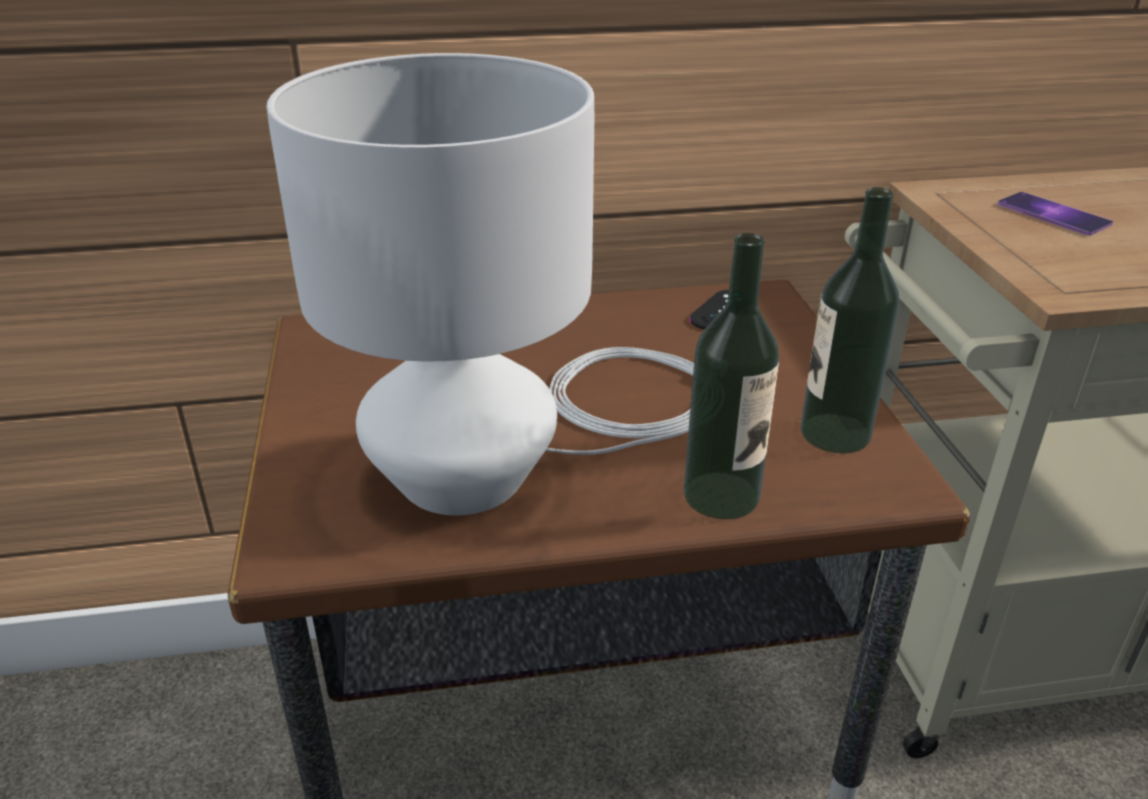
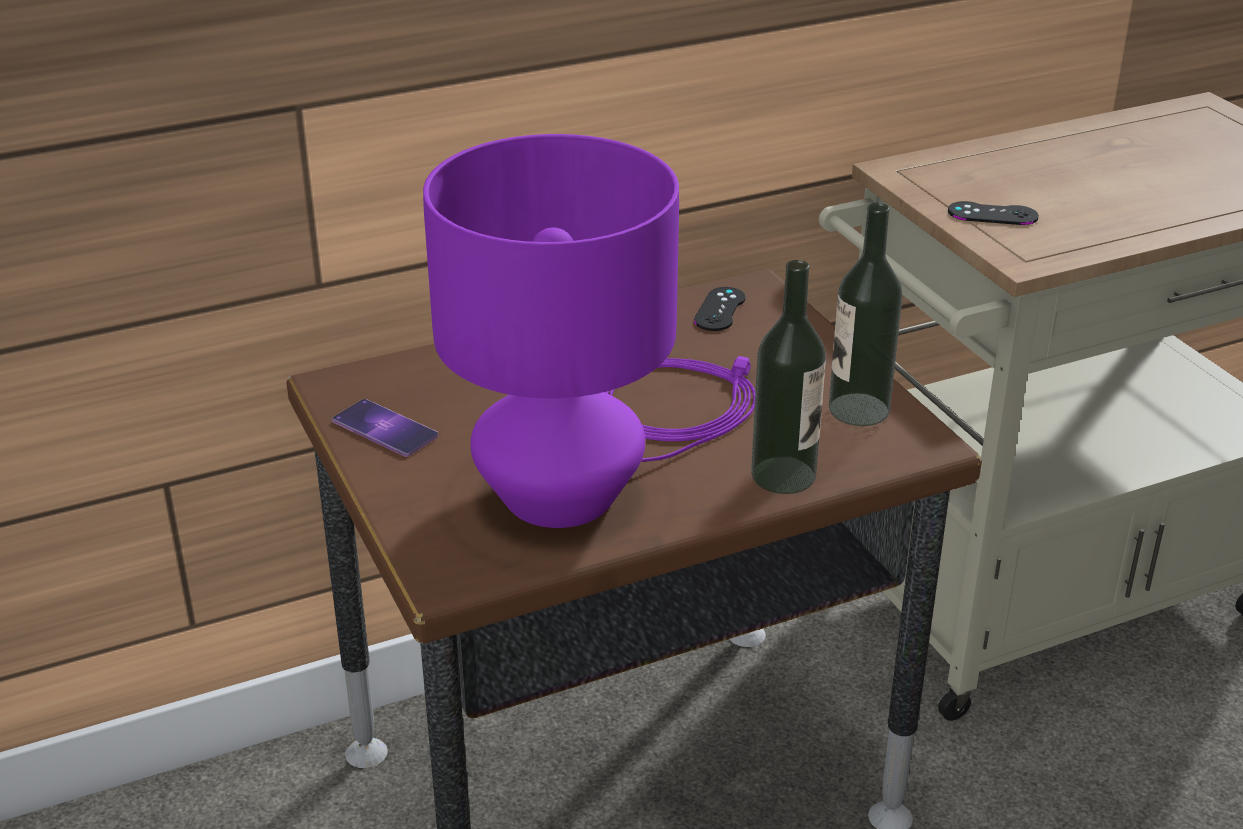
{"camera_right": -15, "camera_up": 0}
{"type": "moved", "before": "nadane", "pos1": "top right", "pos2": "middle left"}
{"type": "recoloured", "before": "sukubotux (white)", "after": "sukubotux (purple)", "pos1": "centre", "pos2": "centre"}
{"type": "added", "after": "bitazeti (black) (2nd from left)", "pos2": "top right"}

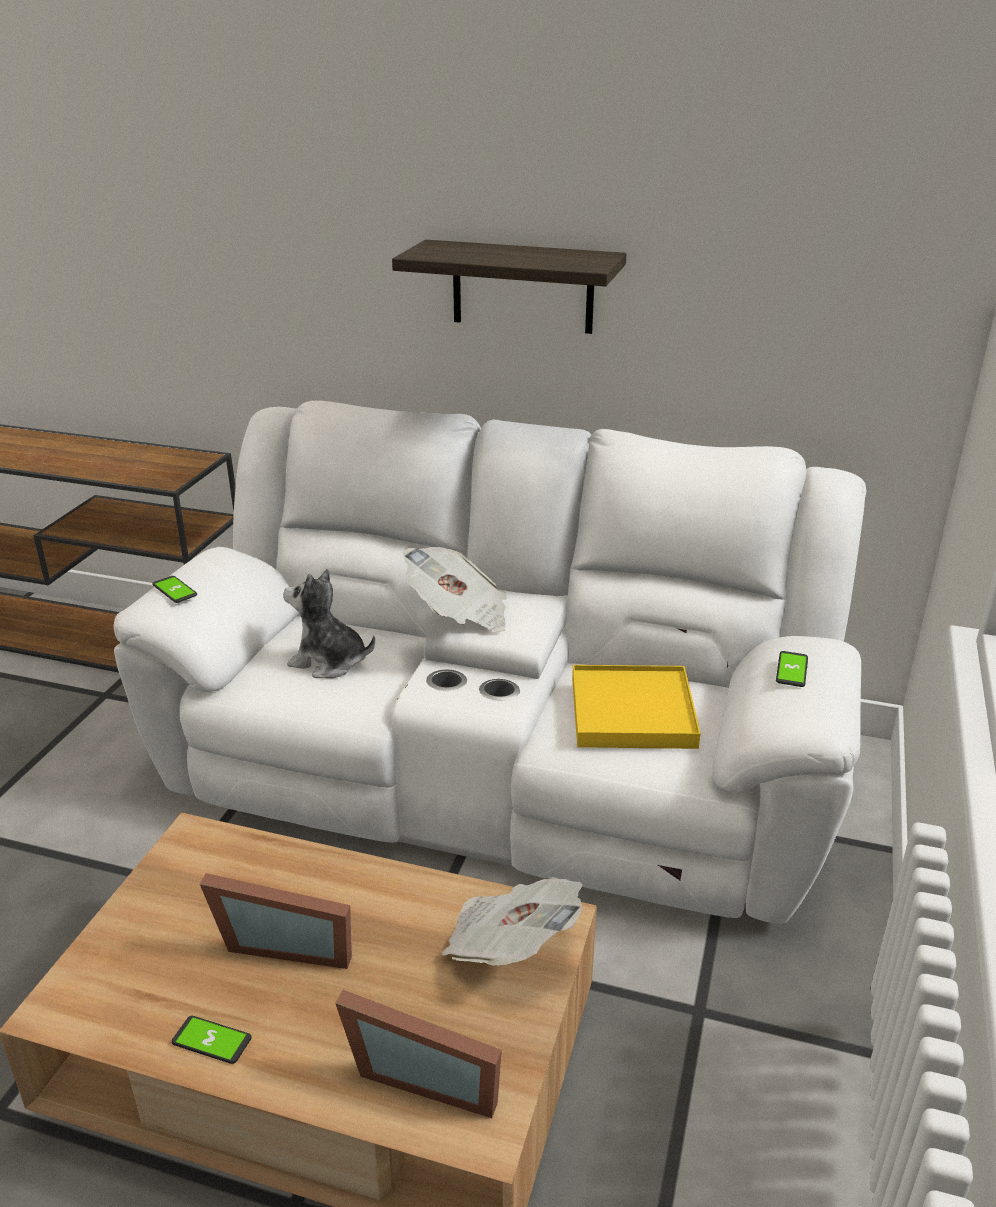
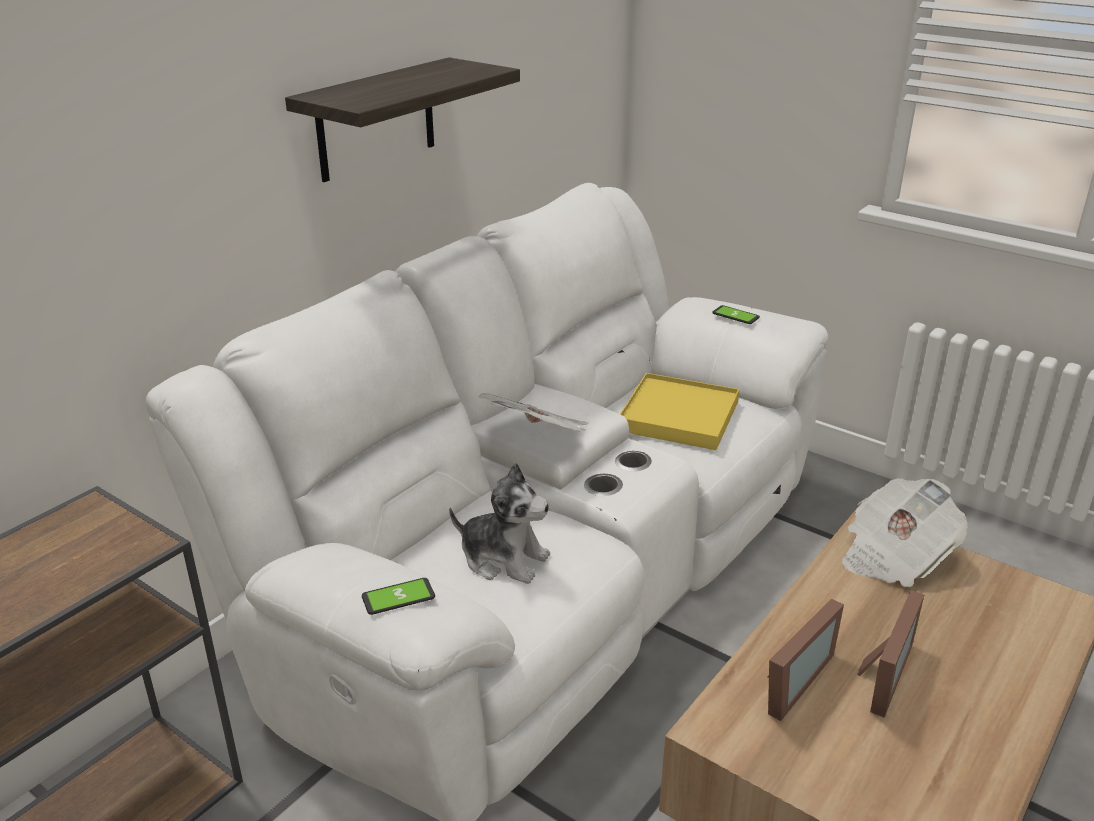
{"camera_right": -70, "camera_up": 0}
{"type": "turned", "before": "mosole", "pos1": "middle left", "pos2": "centre", "turn": -105}
{"type": "moved", "before": "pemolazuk (2nd from left in the first image)", "after": "pemolazuk (1st from left)", "pos1": "bottom centre", "pos2": "bottom right"}
{"type": "removed", "before": "nadane (2nd from left)", "pos1": "bottom left"}

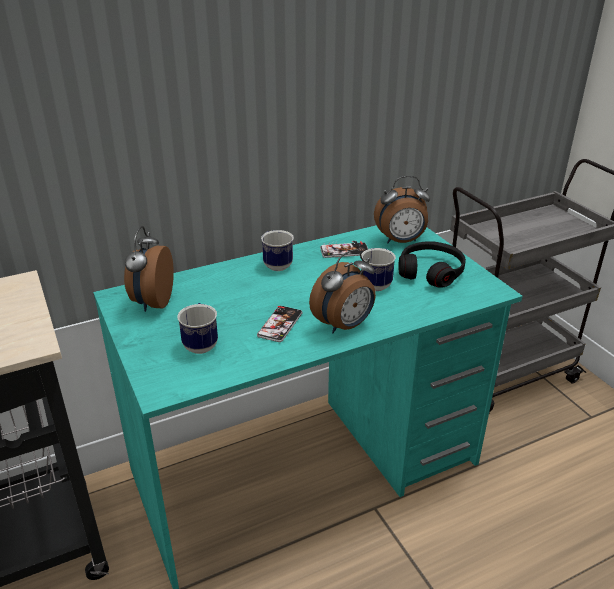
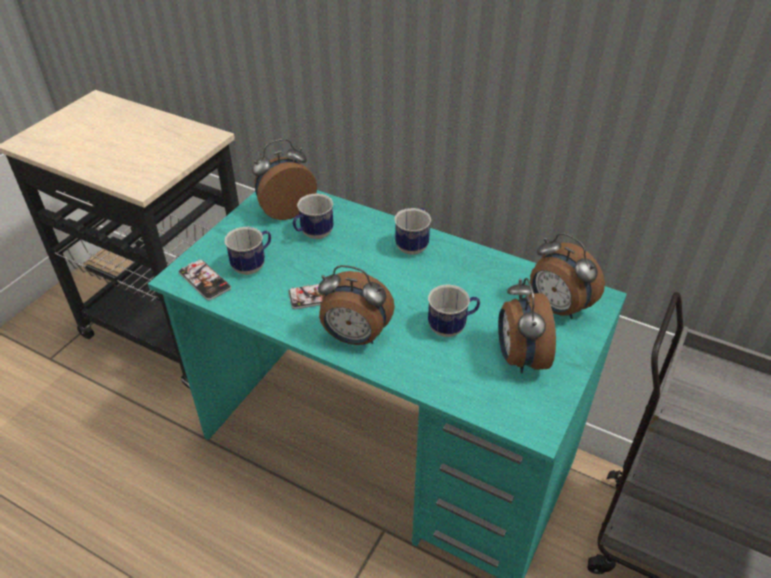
{"camera_right": 55, "camera_up": 10}
{"type": "moved", "before": "nadane (2nd from left in the first image)", "after": "nadane (1st from left)", "pos1": "centre", "pos2": "middle left"}
{"type": "added", "after": "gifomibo (2nd from left)", "pos2": "centre"}
{"type": "replaced", "before": "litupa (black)", "after": "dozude (3rd from left)", "pos1": "middle right", "pos2": "middle right"}

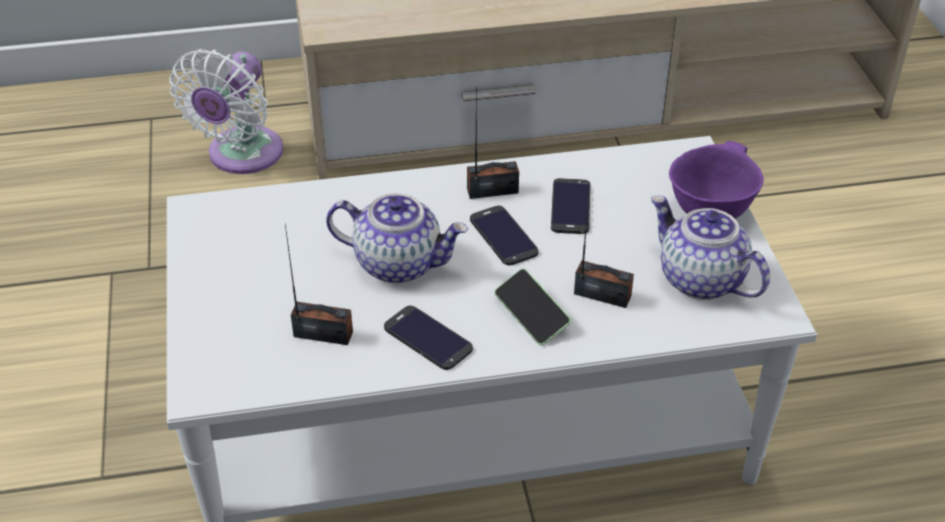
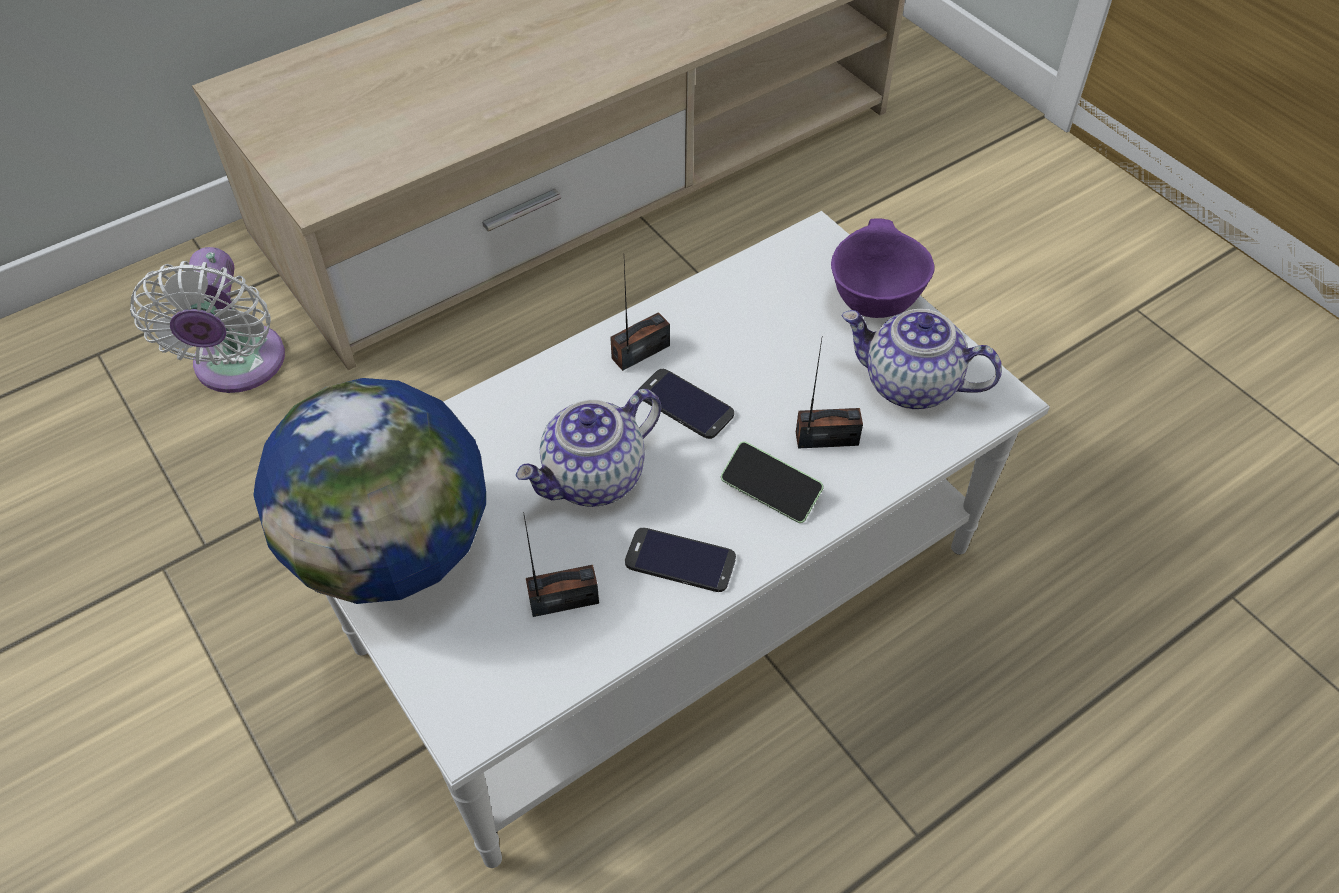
{"camera_right": -25, "camera_up": 10}
{"type": "added", "after": "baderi", "pos2": "middle left"}
{"type": "turned", "before": "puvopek (1st from left)", "pos1": "centre", "pos2": "centre", "turn": 150}
{"type": "removed", "before": "nadane (4th from left)", "pos1": "centre"}

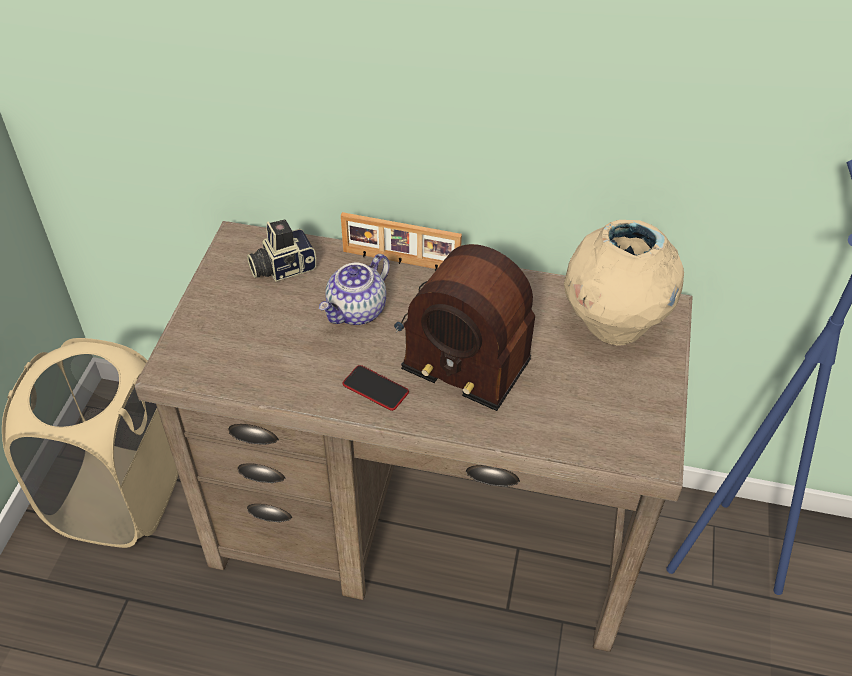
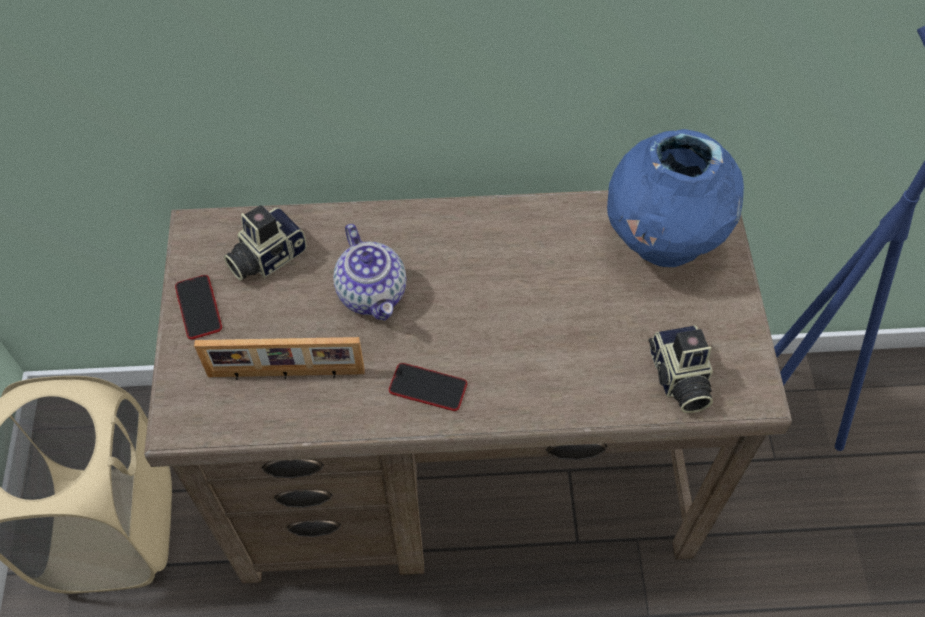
{"camera_right": -15, "camera_up": 10}
{"type": "added", "after": "nadane (1st from left)", "pos2": "middle left"}
{"type": "moved", "before": "pemolazuk", "pos1": "centre", "pos2": "middle left"}
{"type": "turned", "before": "puvopek", "pos1": "centre", "pos2": "centre", "turn": -45}
{"type": "recoloured", "before": "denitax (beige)", "after": "denitax (blue)", "pos1": "middle right", "pos2": "top right"}
{"type": "added", "after": "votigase (2nd from left)", "pos2": "middle right"}
{"type": "removed", "before": "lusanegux", "pos1": "centre"}

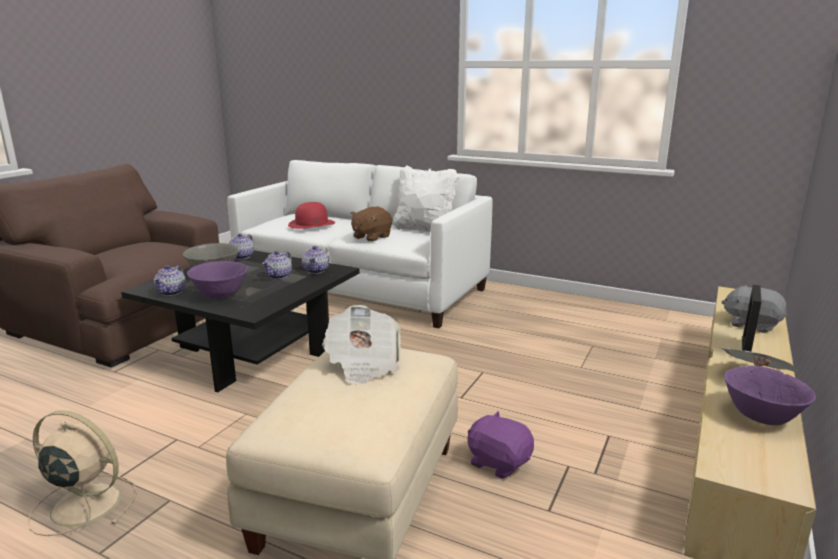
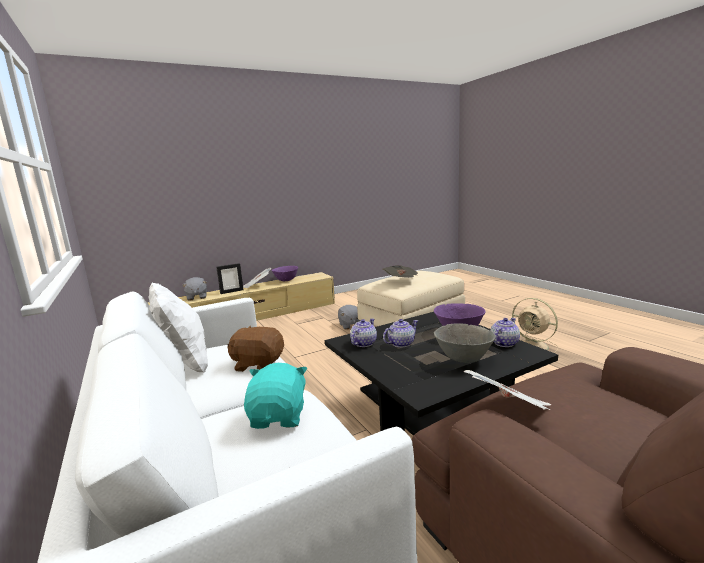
{"camera_right": -145, "camera_up": -5}
{"type": "turned", "before": "mosole (brown)", "pos1": "centre", "pos2": "centre", "turn": -150}
{"type": "replaced", "before": "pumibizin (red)", "after": "mosole (turquoise)", "pos1": "centre", "pos2": "bottom centre"}
{"type": "recoloured", "before": "mosole (purple)", "after": "mosole (grey) (2nd from left)", "pos1": "bottom centre", "pos2": "centre"}
{"type": "added", "after": "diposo (3rd from left)", "pos2": "bottom right"}
{"type": "removed", "before": "puvopek (2nd from left)", "pos1": "middle left"}

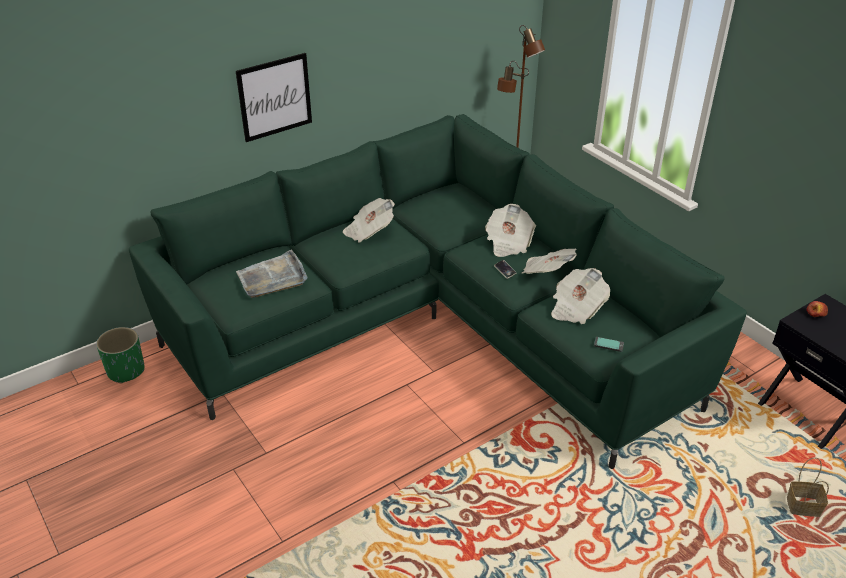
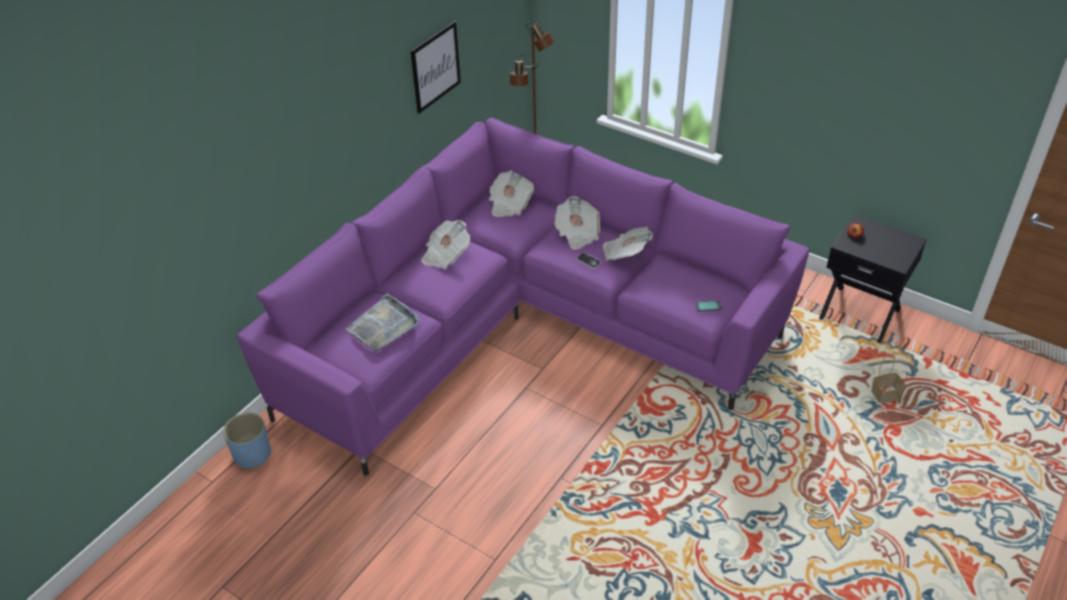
{"camera_right": -20, "camera_up": 5}
{"type": "recoloured", "before": "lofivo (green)", "after": "lofivo (blue)", "pos1": "middle left", "pos2": "bottom left"}
{"type": "recoloured", "before": "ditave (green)", "after": "ditave (purple)", "pos1": "centre", "pos2": "centre"}
{"type": "moved", "before": "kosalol", "pos1": "top left", "pos2": "top centre"}
{"type": "moved", "before": "diposo (4th from left in the first image)", "after": "diposo (2nd from left)", "pos1": "middle right", "pos2": "top centre"}

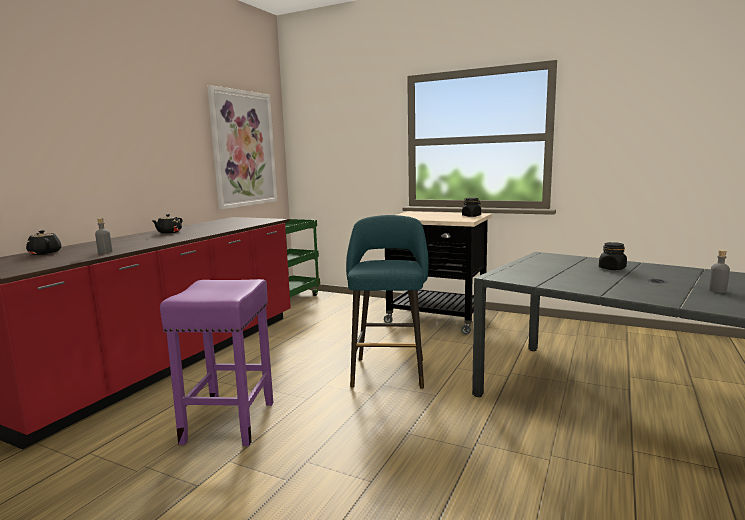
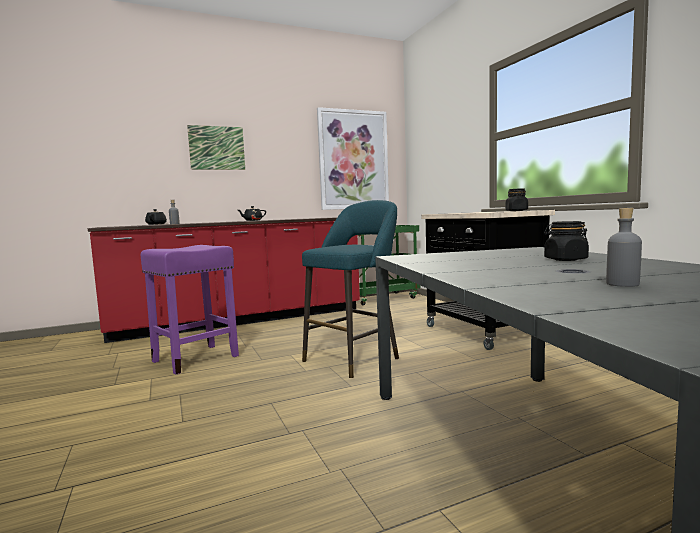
{"camera_right": 40, "camera_up": -5}
{"type": "added", "after": "kosalol (1st from left)", "pos2": "top left"}

